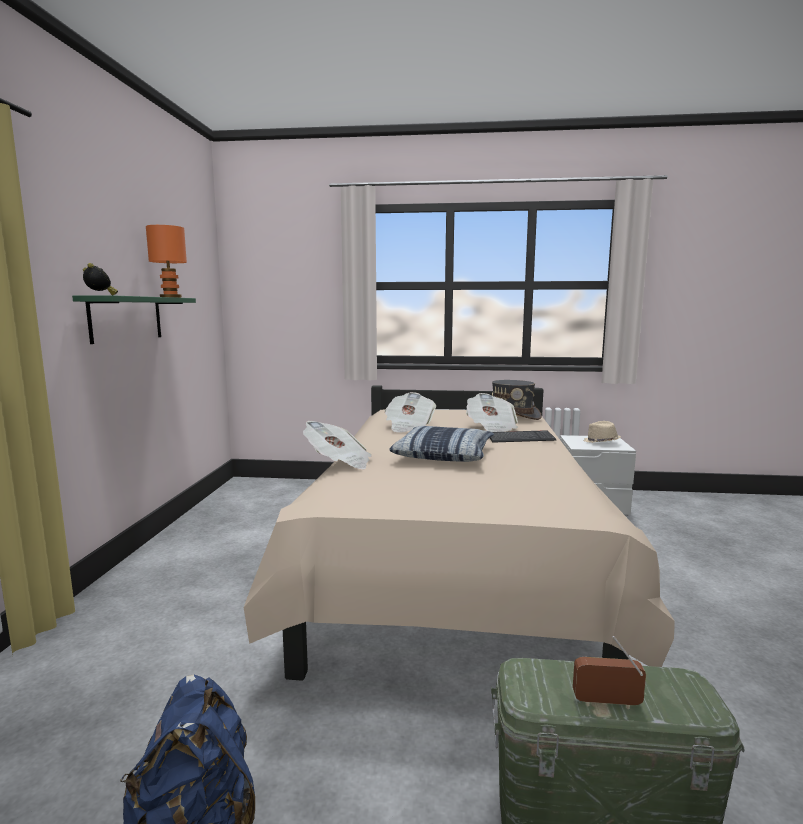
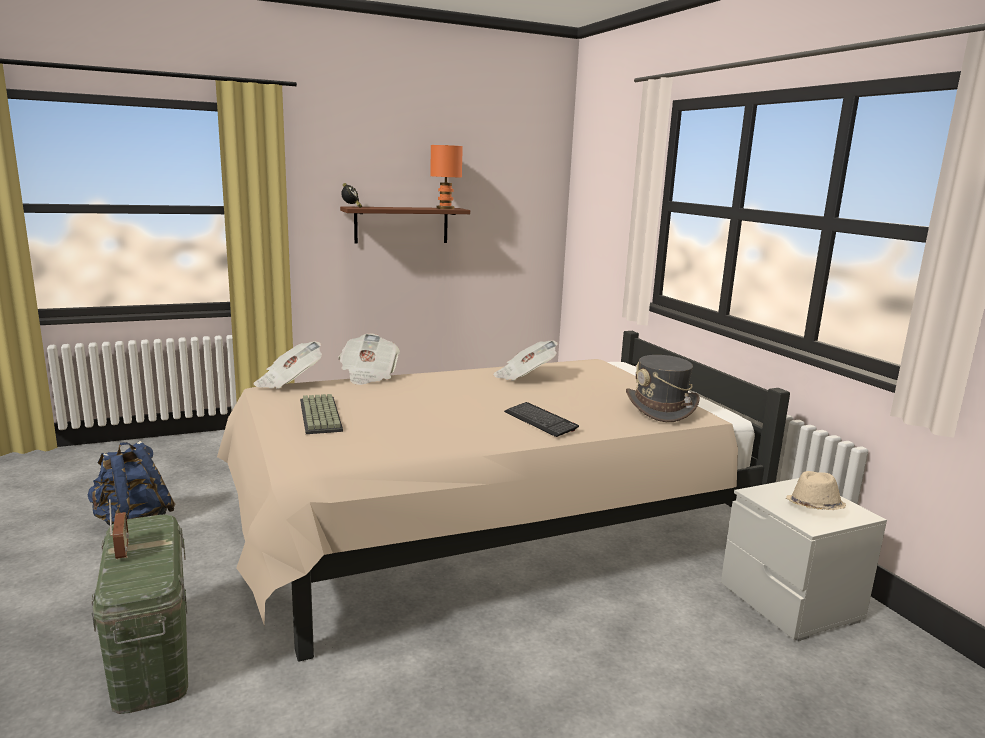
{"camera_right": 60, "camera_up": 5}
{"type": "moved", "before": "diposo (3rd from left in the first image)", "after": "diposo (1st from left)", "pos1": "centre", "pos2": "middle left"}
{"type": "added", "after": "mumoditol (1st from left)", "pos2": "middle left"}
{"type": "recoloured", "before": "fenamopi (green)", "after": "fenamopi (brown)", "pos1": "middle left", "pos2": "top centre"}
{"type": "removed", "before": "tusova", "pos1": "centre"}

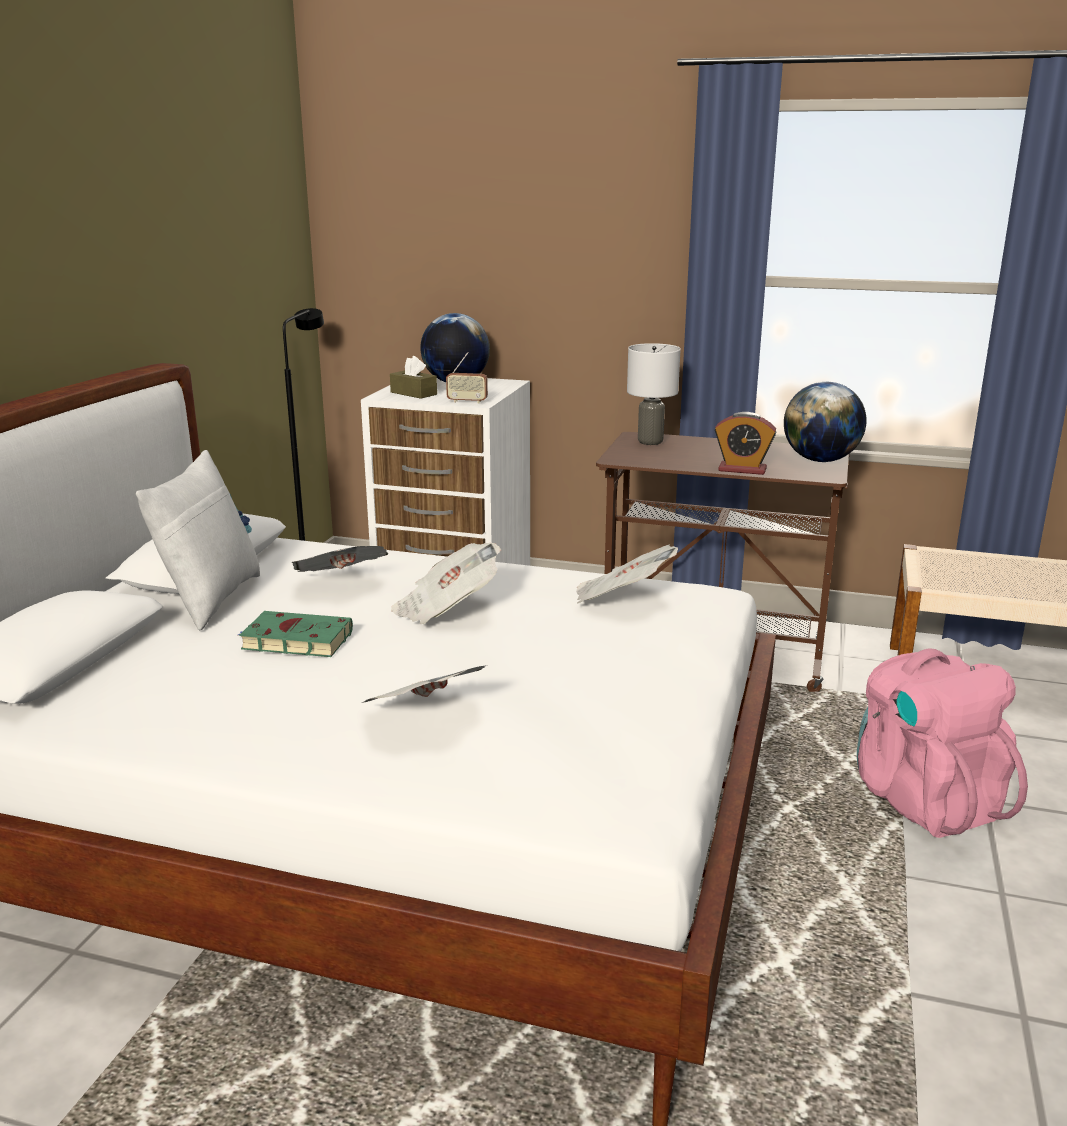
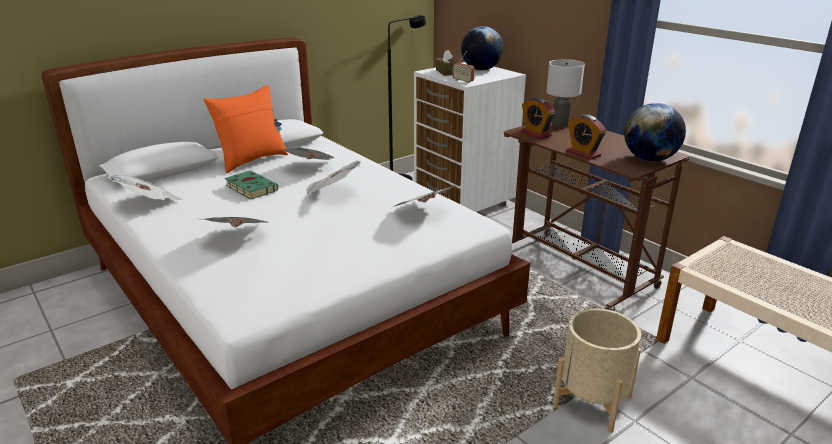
{"camera_right": 35, "camera_up": 5}
{"type": "added", "after": "diposo (1st from left)", "pos2": "middle left"}
{"type": "recoloured", "before": "tusova (grey)", "after": "tusova (orange)", "pos1": "middle left", "pos2": "top left"}
{"type": "added", "after": "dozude (1st from left)", "pos2": "top centre"}
{"type": "replaced", "before": "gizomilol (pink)", "after": "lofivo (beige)", "pos1": "middle right", "pos2": "bottom right"}

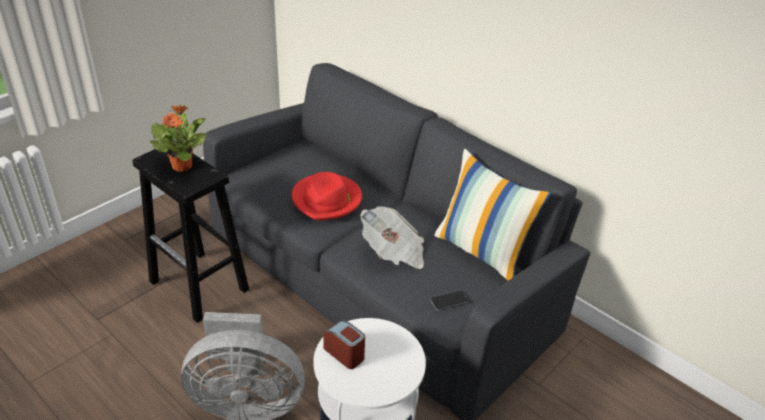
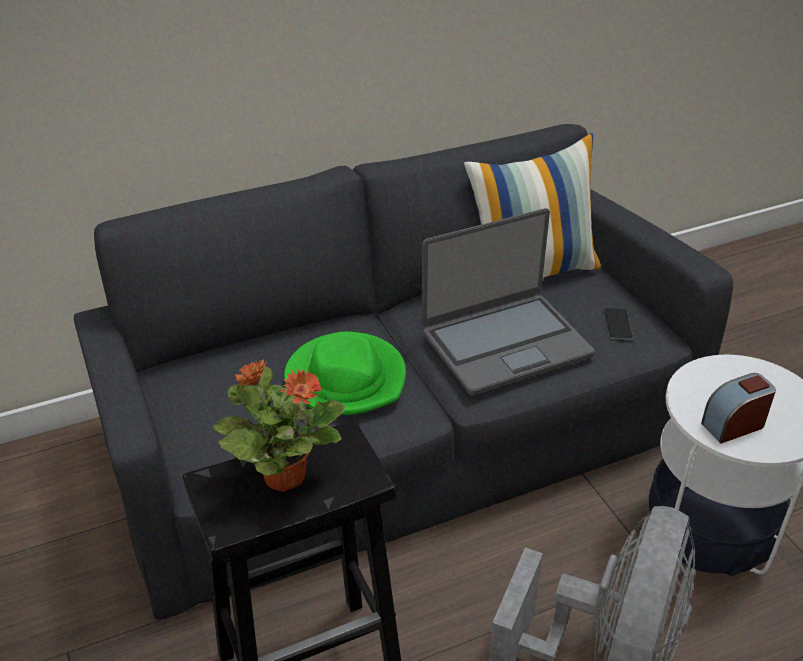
{"camera_right": -65, "camera_up": 0}
{"type": "recoloured", "before": "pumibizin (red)", "after": "pumibizin (green)", "pos1": "centre", "pos2": "centre"}
{"type": "replaced", "before": "diposo", "after": "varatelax", "pos1": "centre", "pos2": "centre"}

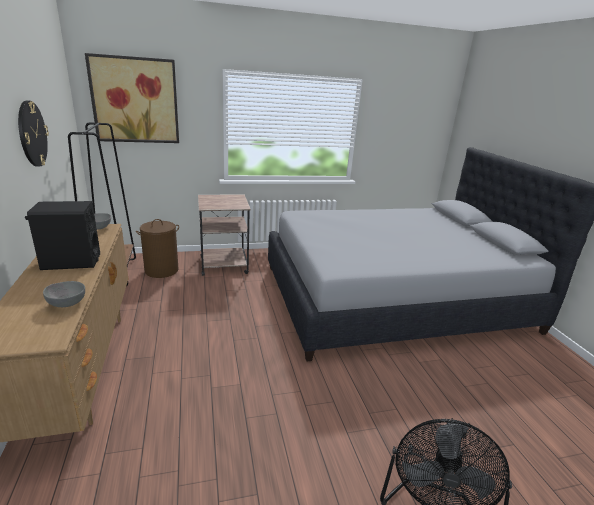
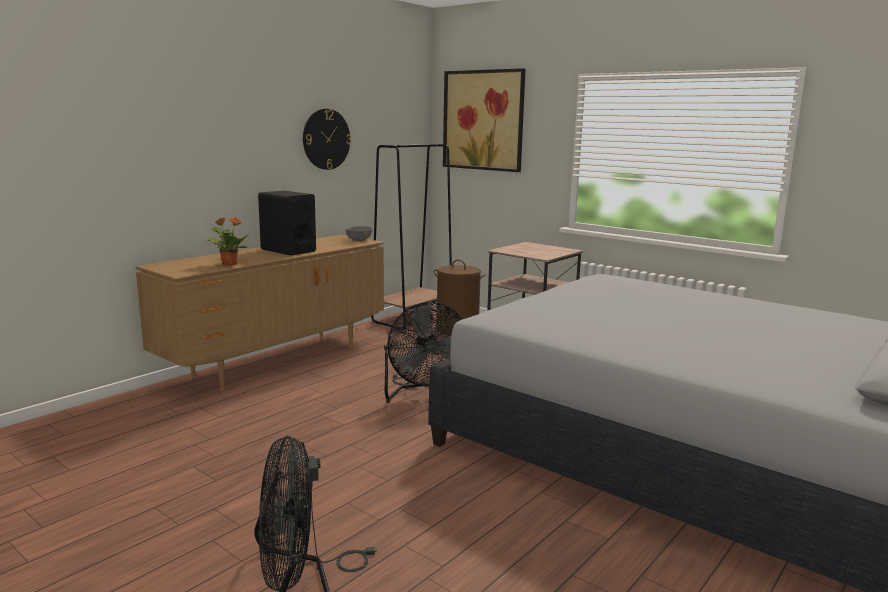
{"camera_right": 55, "camera_up": -10}
{"type": "replaced", "before": "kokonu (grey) (1st from left)", "after": "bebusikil", "pos1": "middle left", "pos2": "middle left"}
{"type": "added", "after": "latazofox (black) (2nd from left)", "pos2": "centre"}

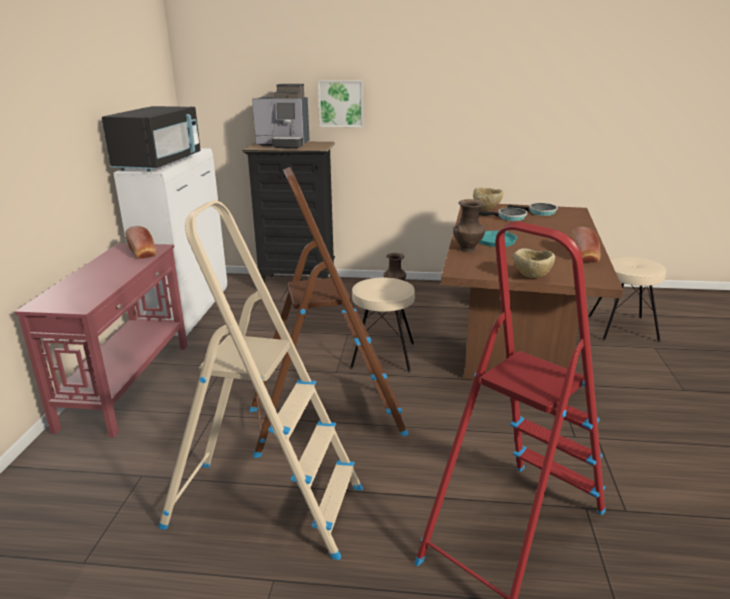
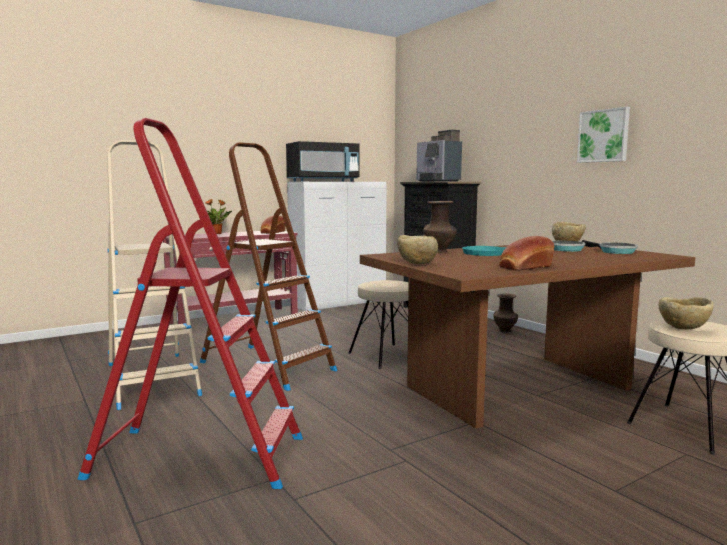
{"camera_right": 50, "camera_up": -15}
{"type": "added", "after": "bebusikil", "pos2": "middle left"}
{"type": "moved", "before": "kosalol", "pos1": "top centre", "pos2": "top right"}
{"type": "added", "after": "kokonu (beige) (3rd from left)", "pos2": "middle right"}

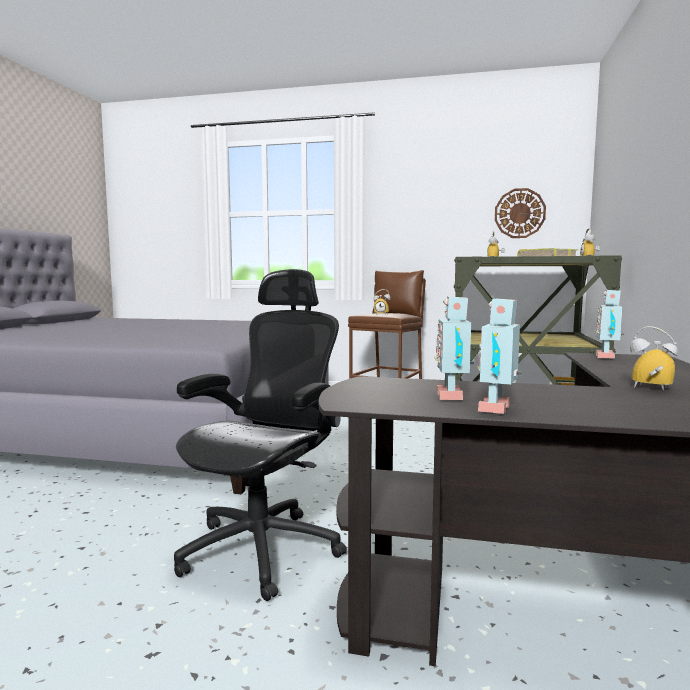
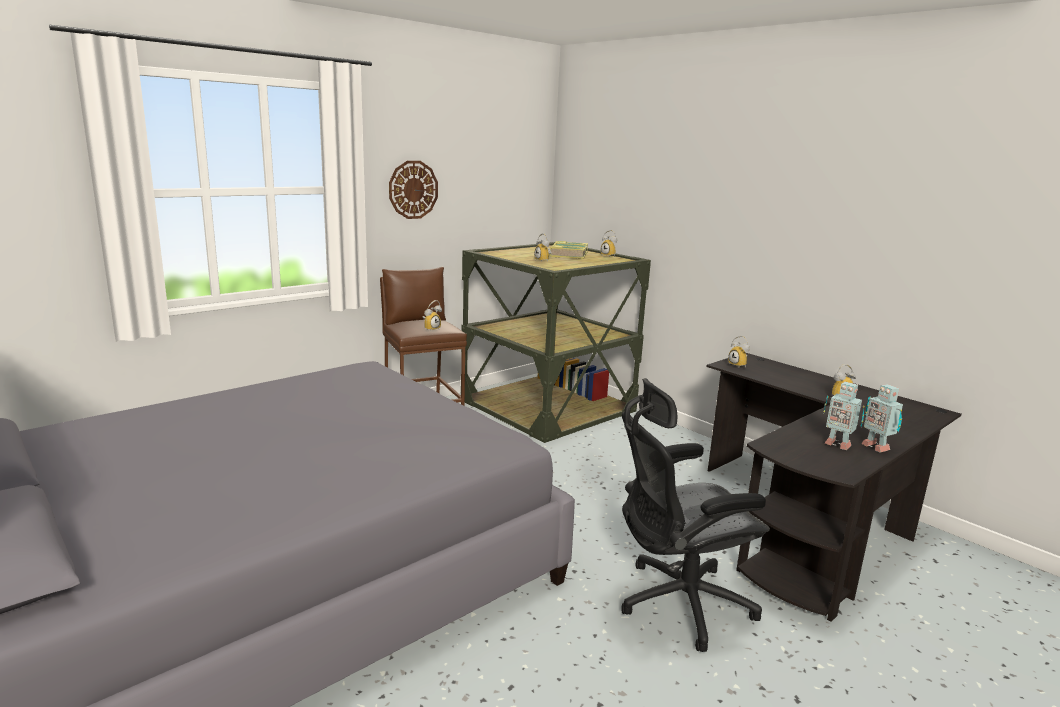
{"camera_right": -55, "camera_up": 10}
{"type": "moved", "before": "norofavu", "pos1": "top right", "pos2": "top centre"}
{"type": "turned", "before": "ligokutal", "pos1": "centre", "pos2": "bottom centre", "turn": -75}
{"type": "replaced", "before": "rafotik (3rd from left)", "after": "dozude (4th from left)", "pos1": "middle right", "pos2": "middle right"}

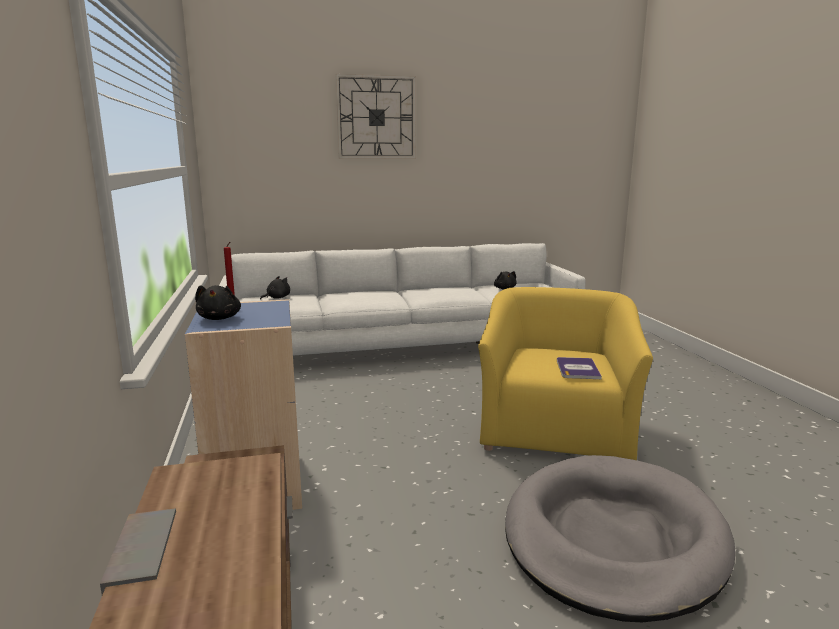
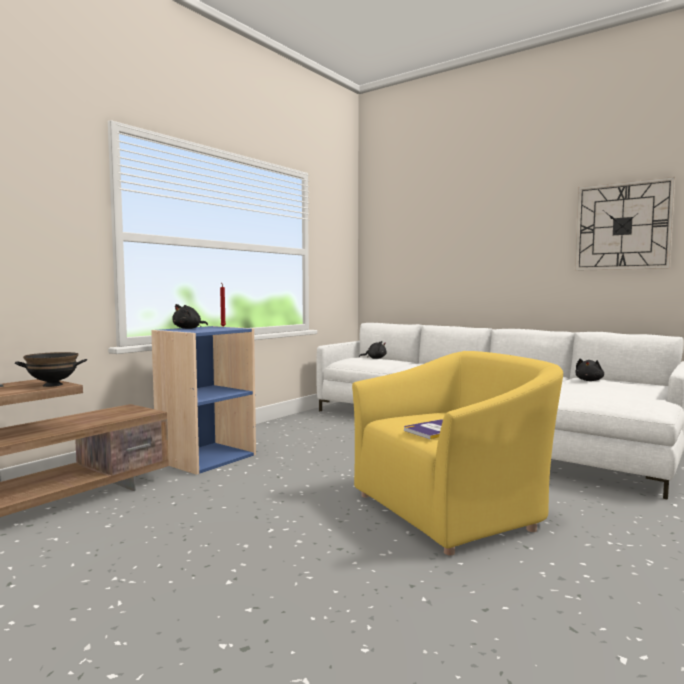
{"camera_right": 50, "camera_up": -10}
{"type": "added", "after": "kokonu (black)", "pos2": "middle left"}
{"type": "moved", "before": "norofavu", "pos1": "top centre", "pos2": "top right"}
{"type": "removed", "before": "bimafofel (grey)", "pos1": "bottom right"}

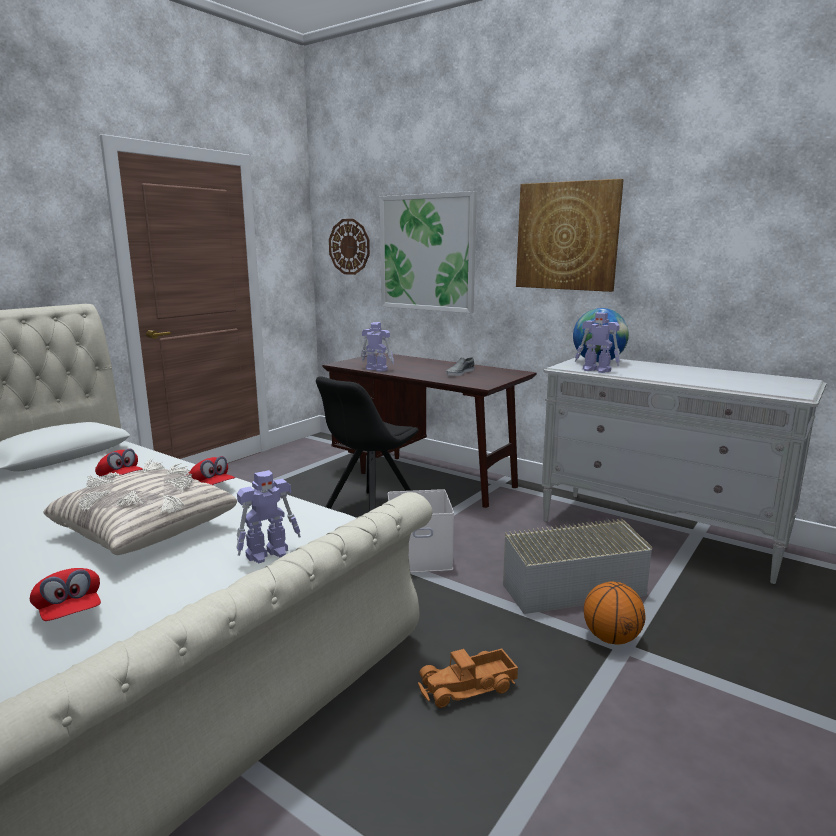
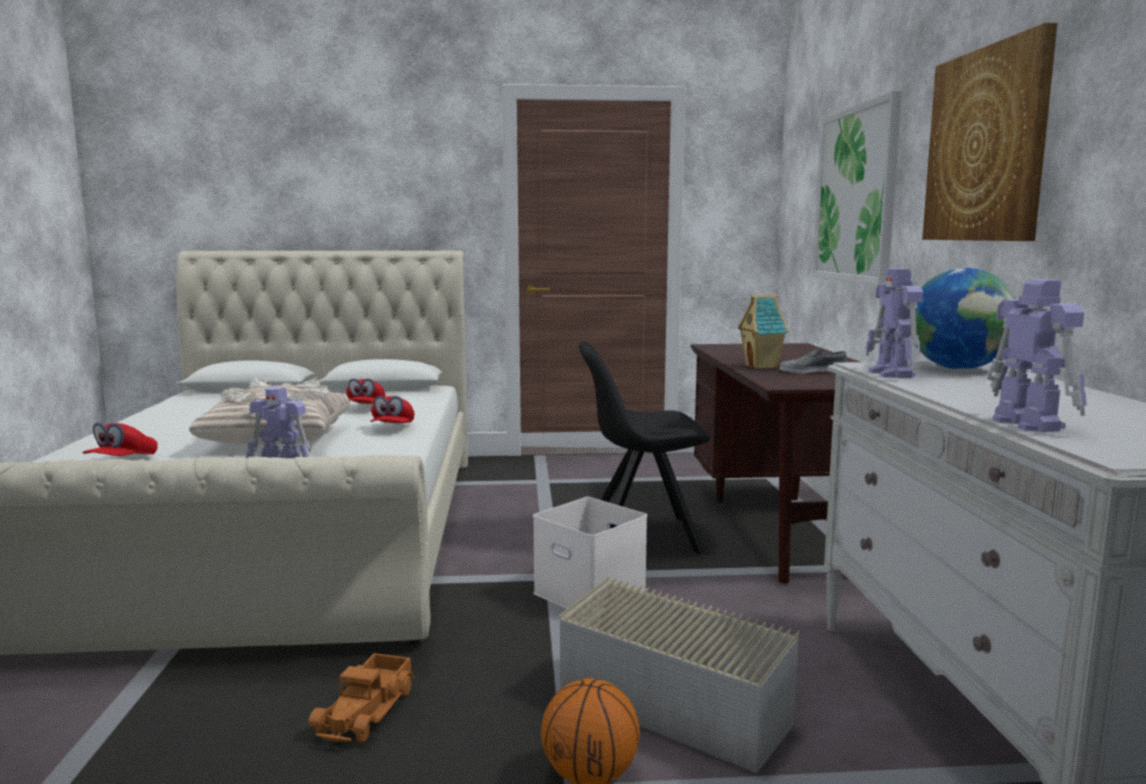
{"camera_right": 50, "camera_up": -5}
{"type": "turned", "before": "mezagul", "pos1": "bottom centre", "pos2": "bottom left", "turn": -105}
{"type": "added", "after": "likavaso", "pos2": "centre"}
{"type": "moved", "before": "rafotik (2nd from left in the first image)", "after": "rafotik (3rd from left)", "pos1": "centre", "pos2": "middle right"}
{"type": "removed", "before": "norofavu", "pos1": "top centre"}

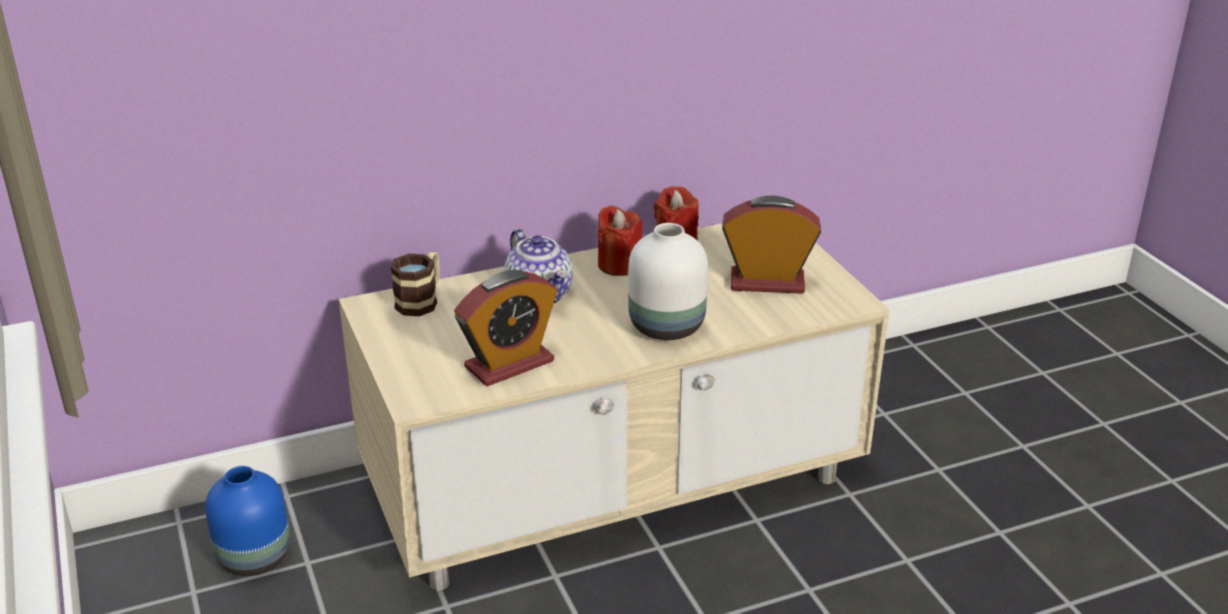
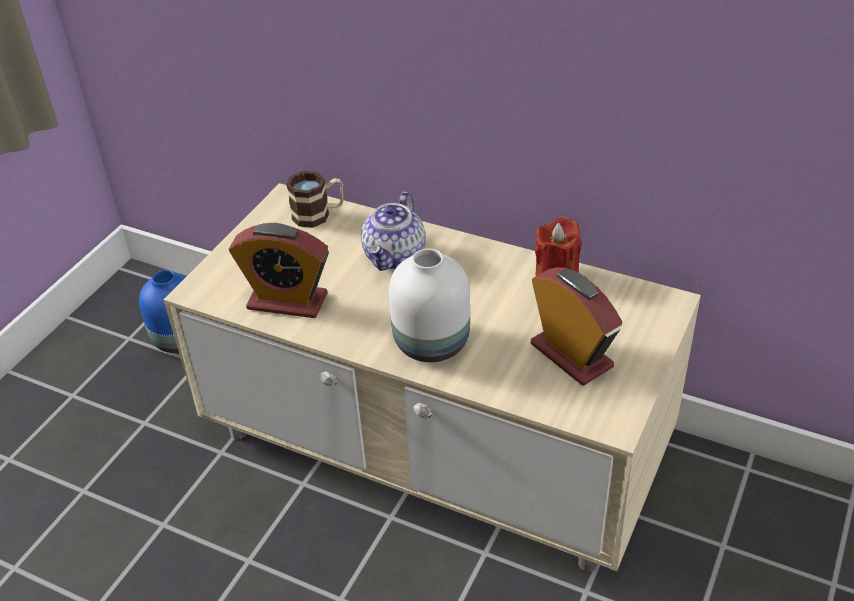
{"camera_right": 50, "camera_up": 10}
{"type": "removed", "before": "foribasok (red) (1st from left)", "pos1": "centre"}

